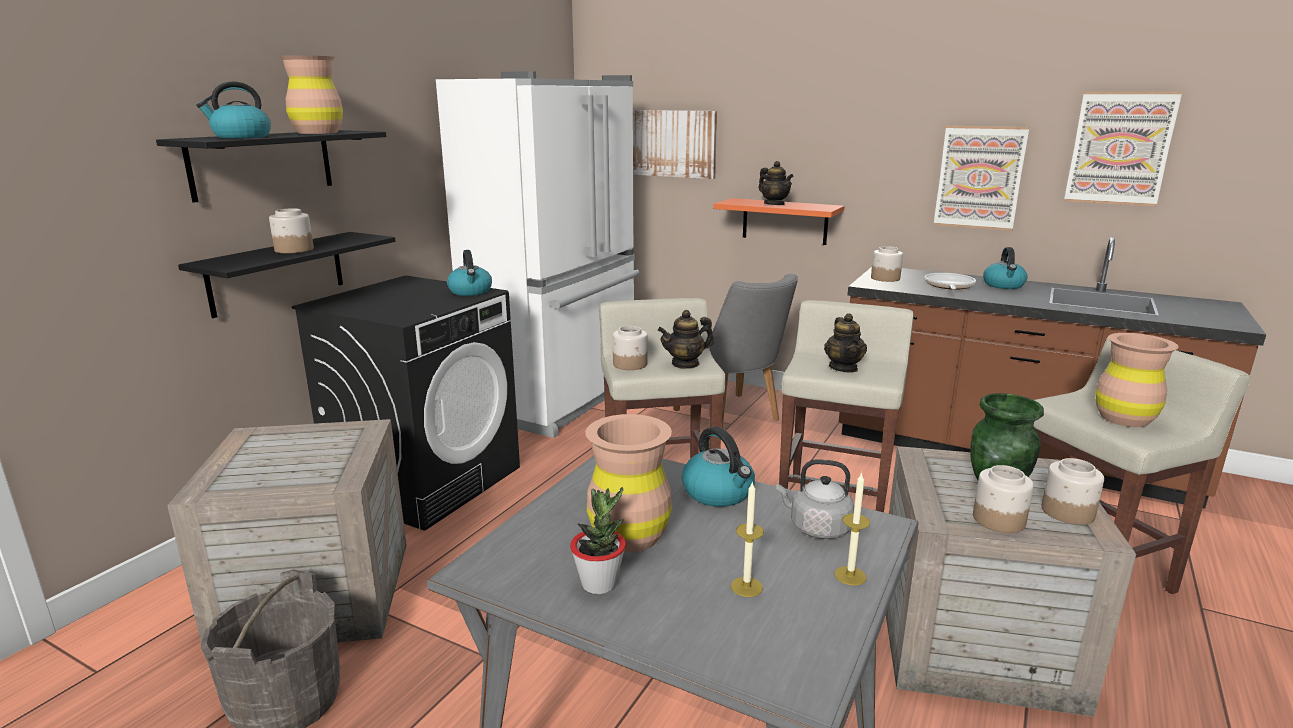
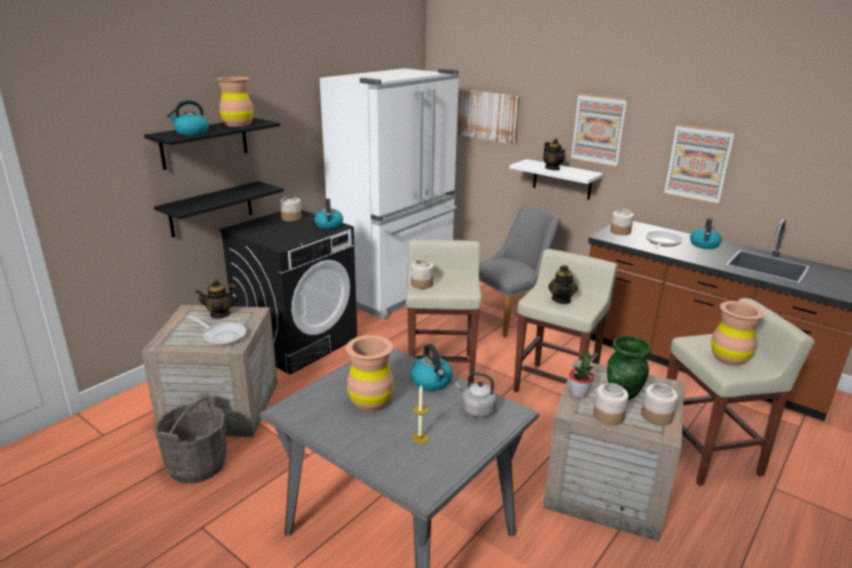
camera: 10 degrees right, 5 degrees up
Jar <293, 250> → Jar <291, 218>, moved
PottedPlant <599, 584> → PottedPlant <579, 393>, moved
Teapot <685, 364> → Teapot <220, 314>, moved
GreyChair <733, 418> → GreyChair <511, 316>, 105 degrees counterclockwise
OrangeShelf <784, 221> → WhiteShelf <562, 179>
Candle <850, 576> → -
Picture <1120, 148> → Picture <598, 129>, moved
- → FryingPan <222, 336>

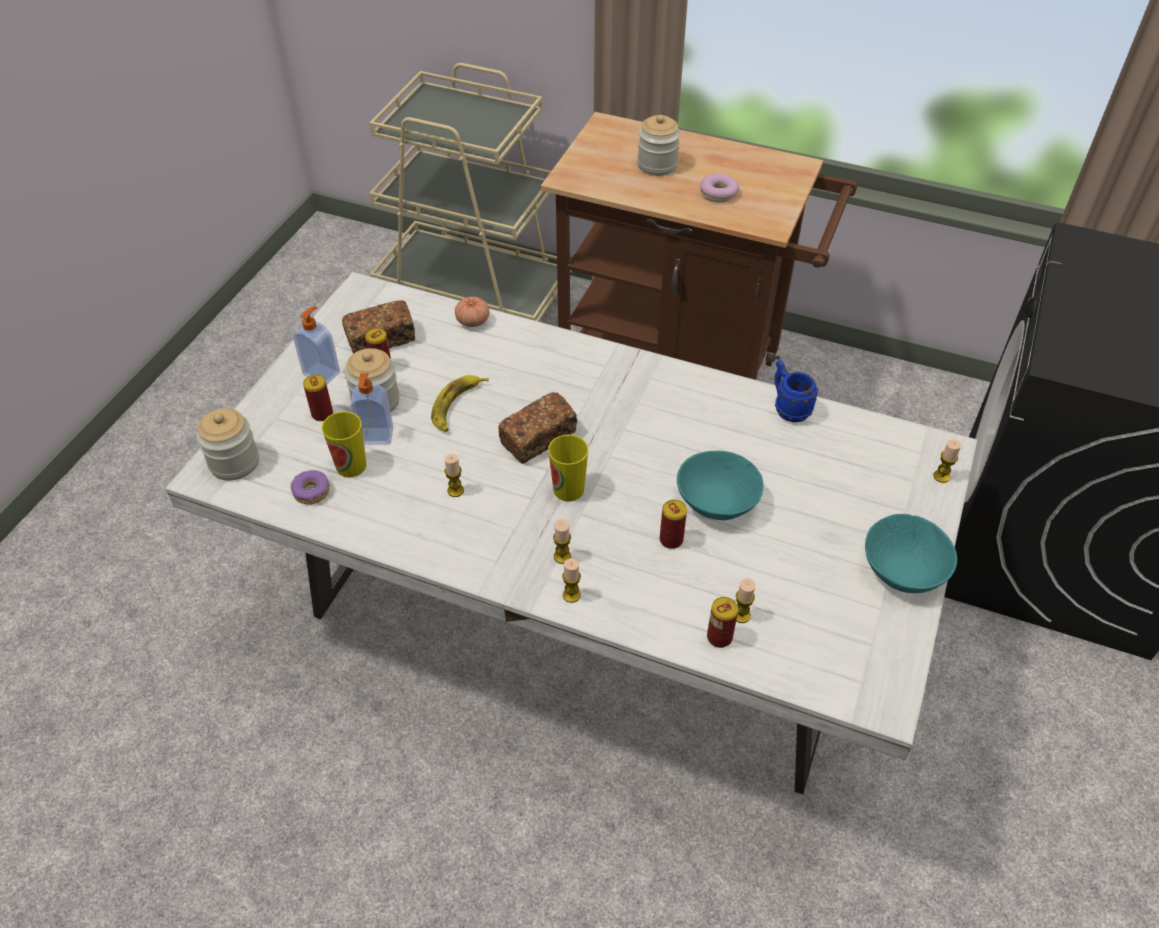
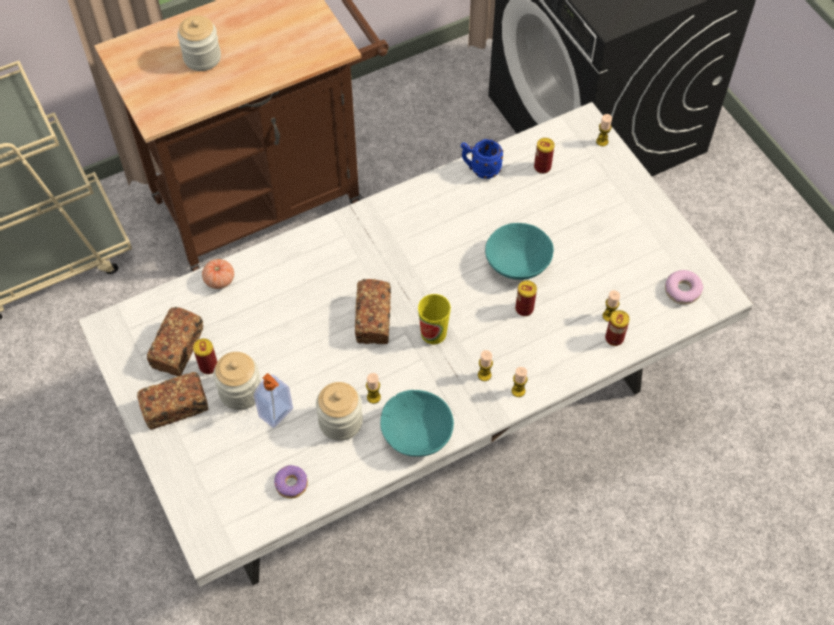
camera: 50 degrees left, 10 degrees up
Jar <234, 462> → Jar <340, 421>, moved
SoapDispenser <322, 373> → Bread <175, 407>
Can <322, 414> → Can <542, 167>, moved
Cup <351, 466> → -
Banana <457, 406> → -
Donut <718, 193> → Donut <682, 290>, moved
TurquoiseBowl <904, 569> → TurquoiseBowl <416, 433>, moved

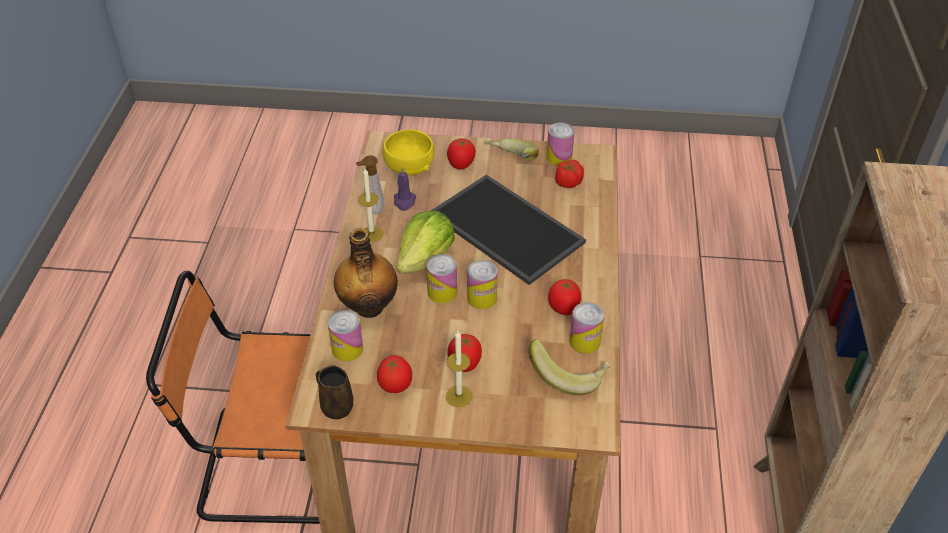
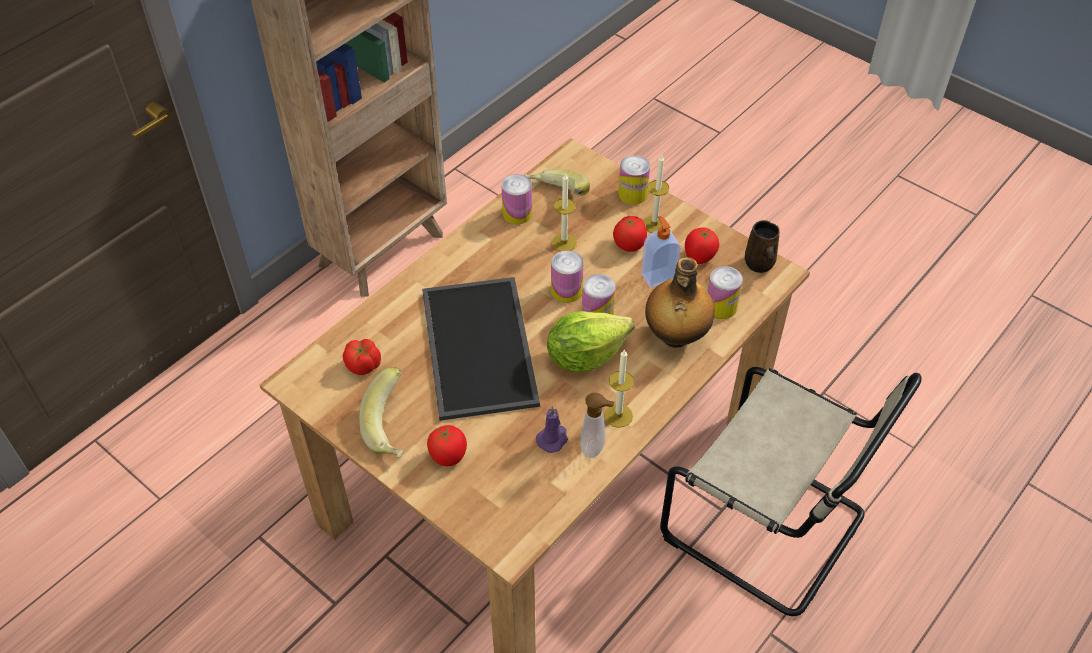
camera: 145 degrees left, 5 degrees up
OrangeChair <273, 463> → BeigeChair <770, 528>
YellowBowl <408, 166> → -
Can <559, 157> → Can <632, 194>, moved
Tomato <564, 308> → -
- → Candle <564, 243>
- → SoapDispenser <658, 276>

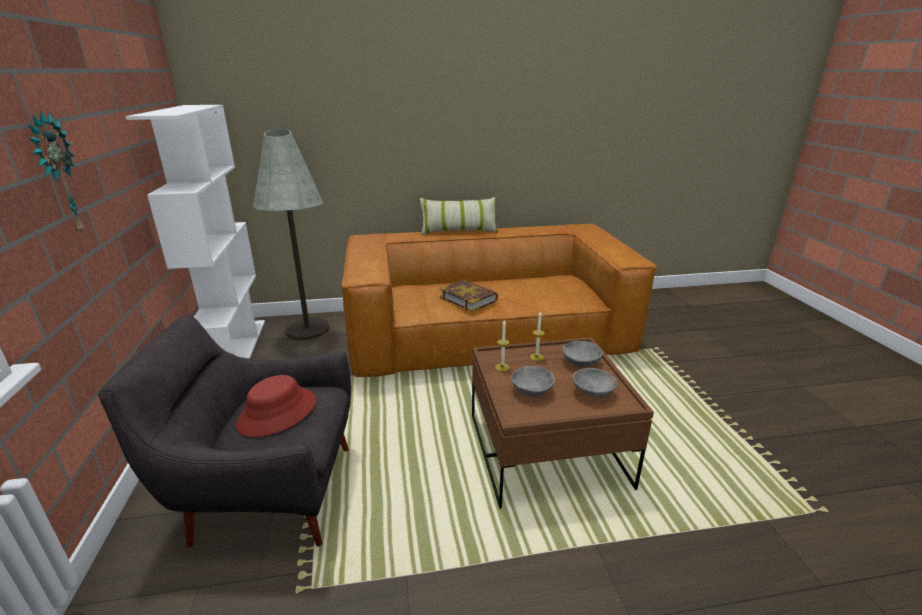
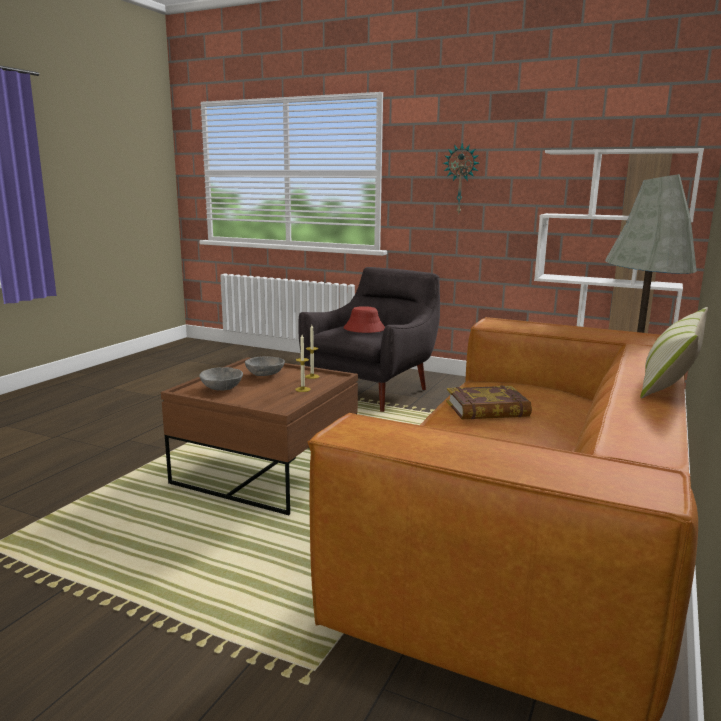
camera: 125 degrees right, 10 degrees down
GreyBowl <581, 362> → -

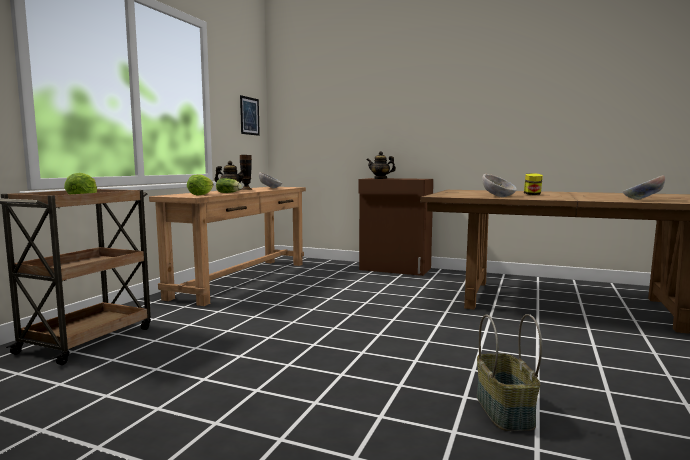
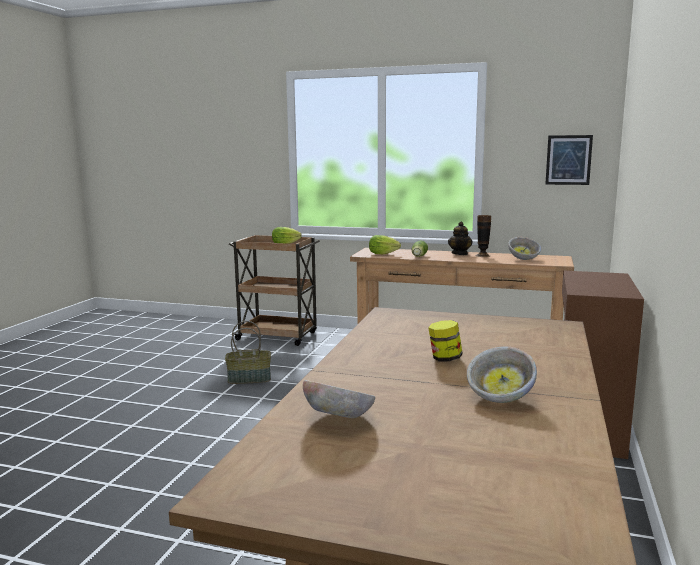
camera: 85 degrees right, 5 degrees up
Teapot <380, 178> → -
Basket <503, 410> → Basket <249, 379>, moved
Bowl <498, 197> → Bowl <500, 398>, moved

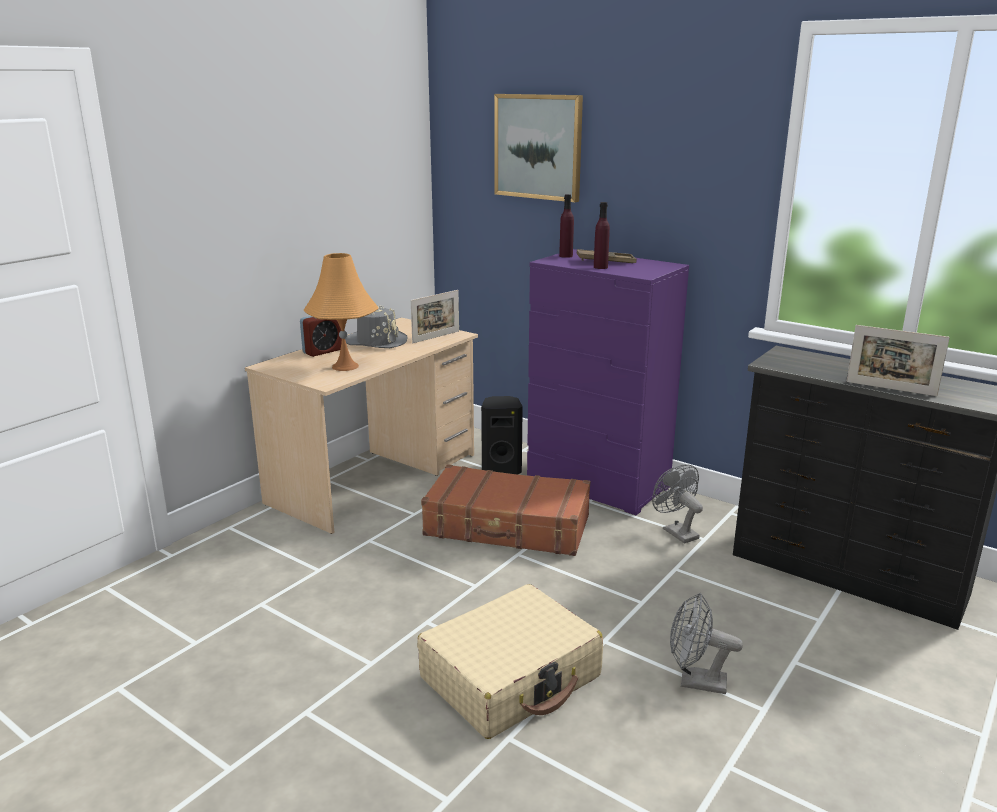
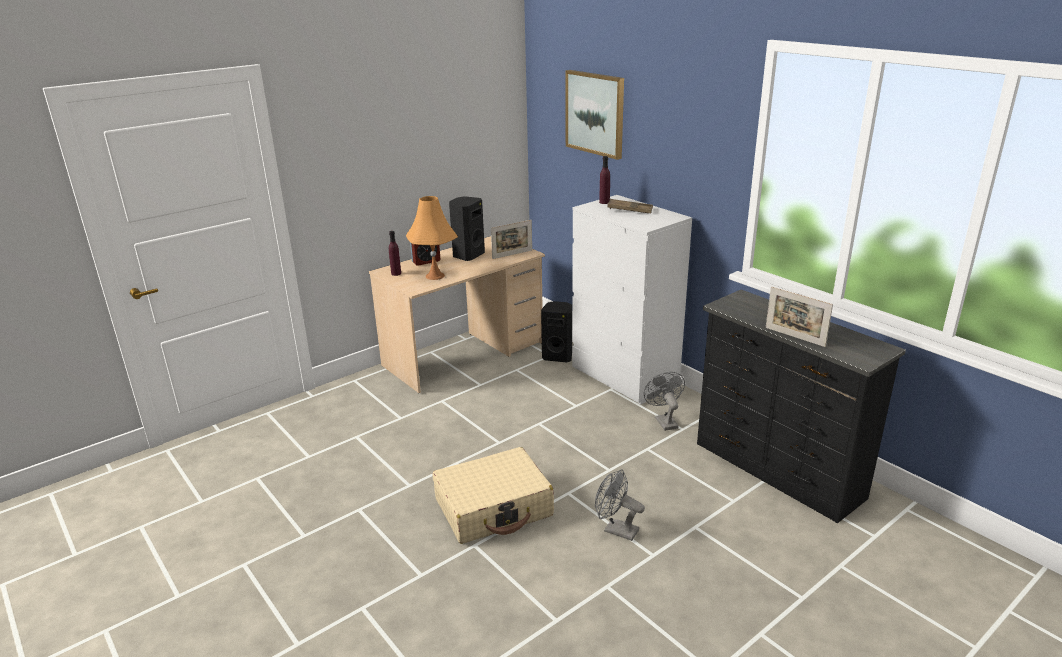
camera: 15 degrees right, 5 degrees up
GreyHat <376, 341> → BlackSpeaker <467, 255>
BrownSuitcase <507, 526> → -
PurpleDresser <598, 485> → WhiteDresser <625, 377>
PurpleBottle <600, 267> → PurpleBottle <396, 273>, moved

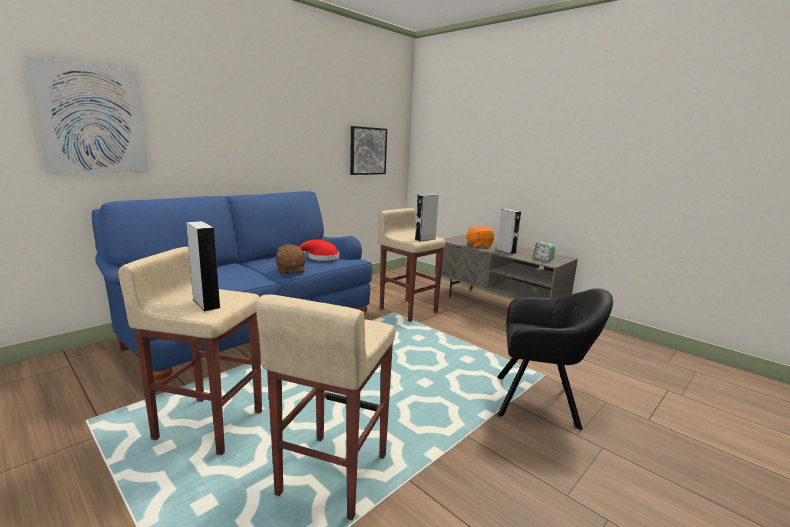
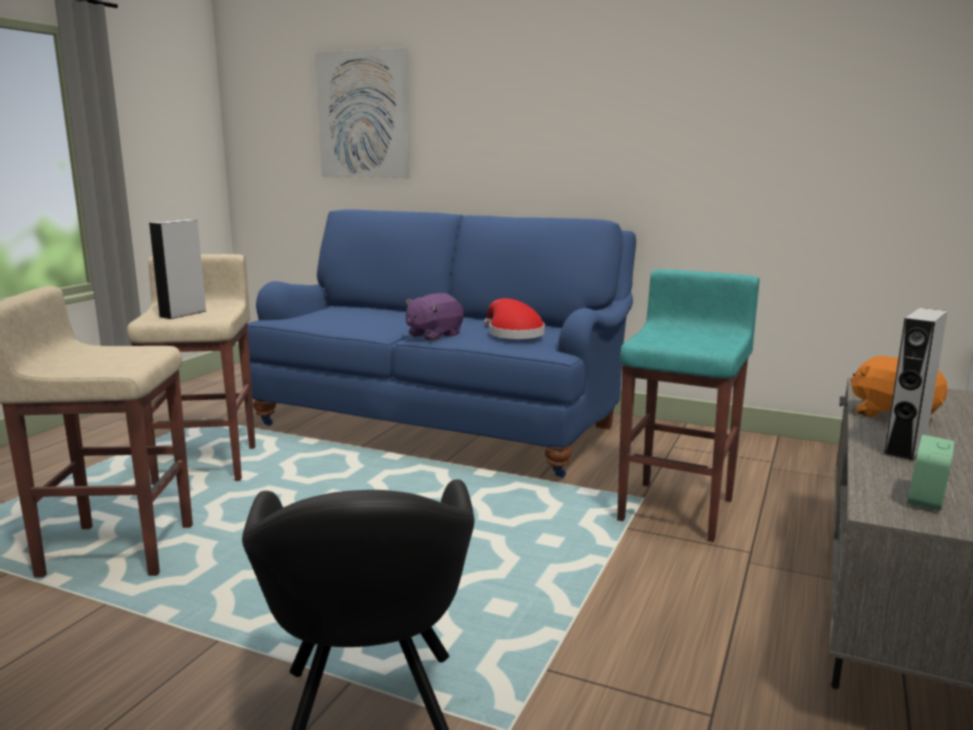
camera: 70 degrees right, 0 degrees up
BrownPlushToy <290, 271> → PurplePlushToy <433, 335>
Picture <368, 151> → -
BeigeStool <408, 310> → TurquoiseStool <678, 509>
GreySpeaker <425, 239> → -

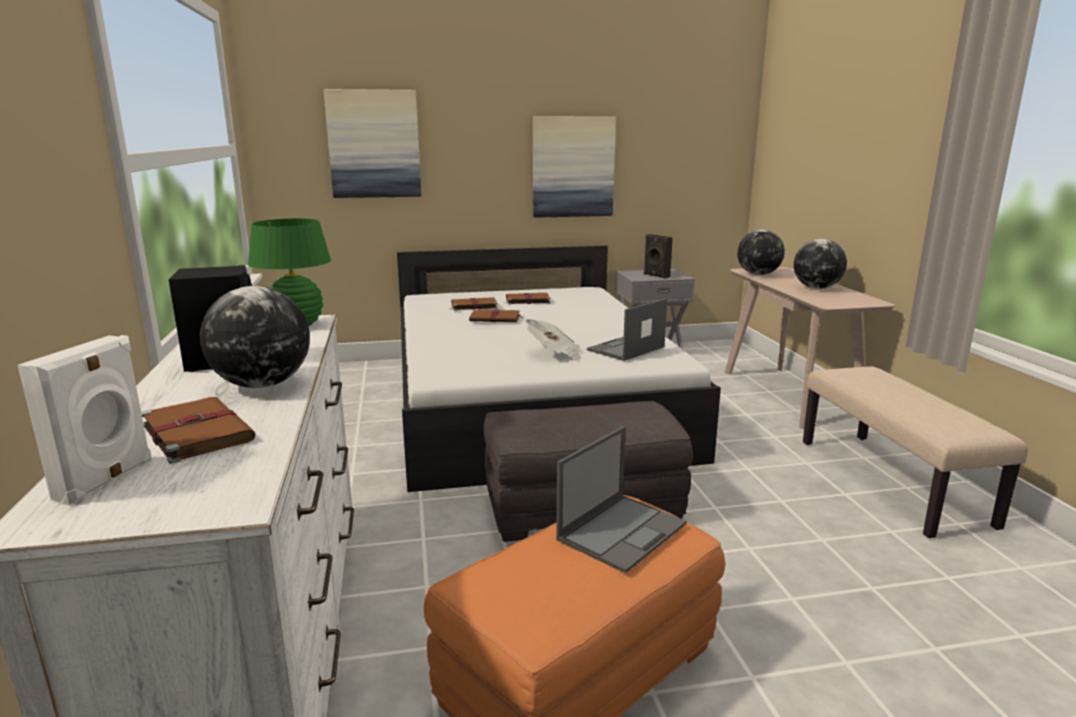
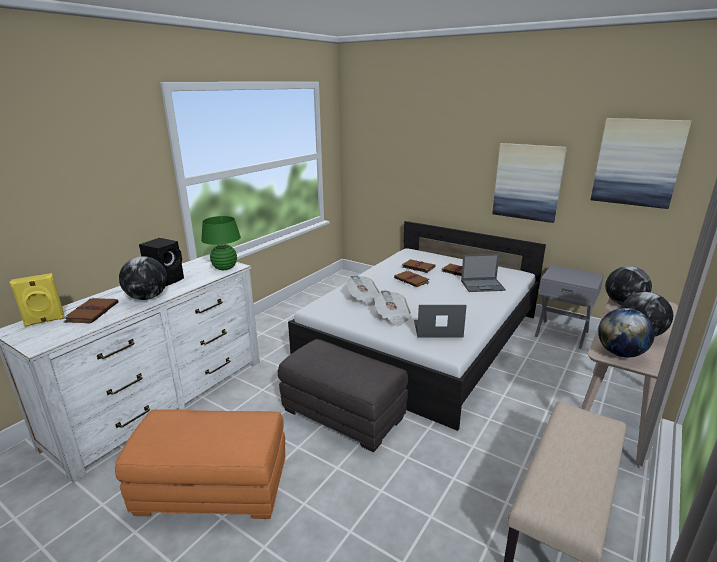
camera: 45 degrees right, 5 degrees up
WhiteSpeaker <107, 480> → YellowSpeaker <45, 321>
Picture <374, 144> → Picture <637, 162>, moved
Laptop <622, 531> → Laptop <483, 285>, moved
BlackSpeaker <656, 276> → -
- → Newspaper <364, 299>
- → Globe <620, 353>

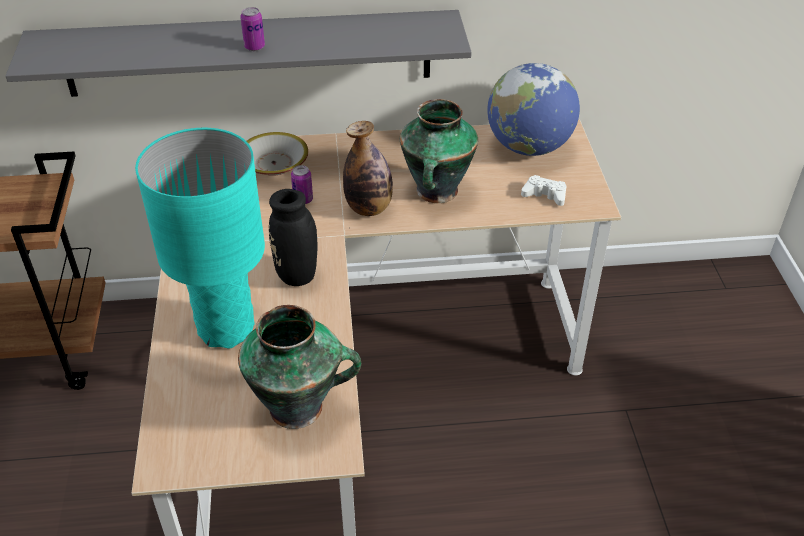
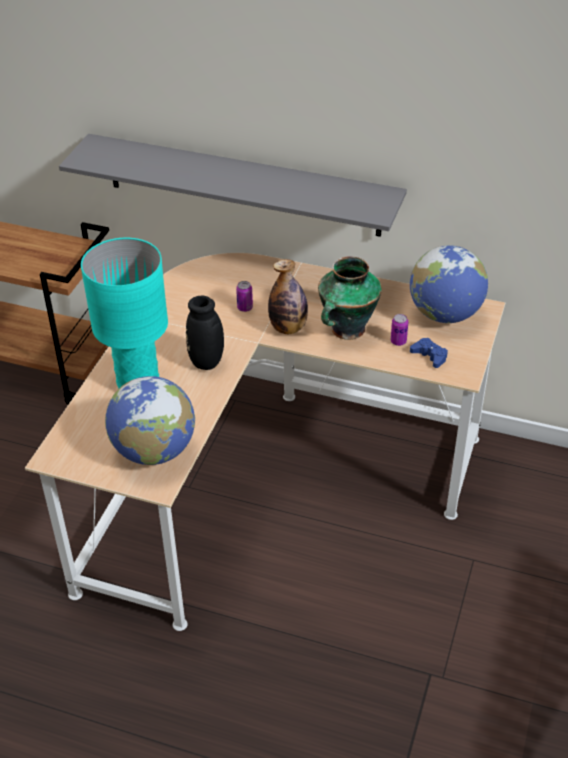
camera: 25 degrees right, 0 degrees up
Vase <299, 408> → Globe <154, 451>
Can <254, 47> → Can <398, 341>, moved
Bowl <274, 163> → -
WhiteGameController <545, 195> → BlueGameController <429, 356>

